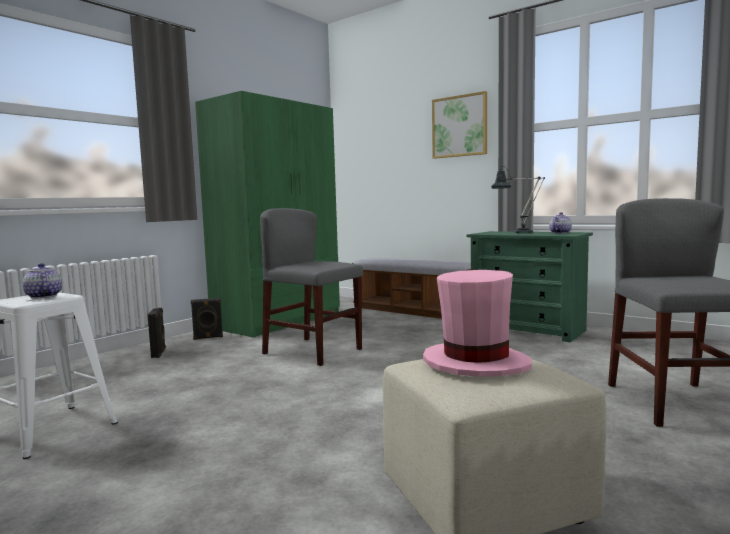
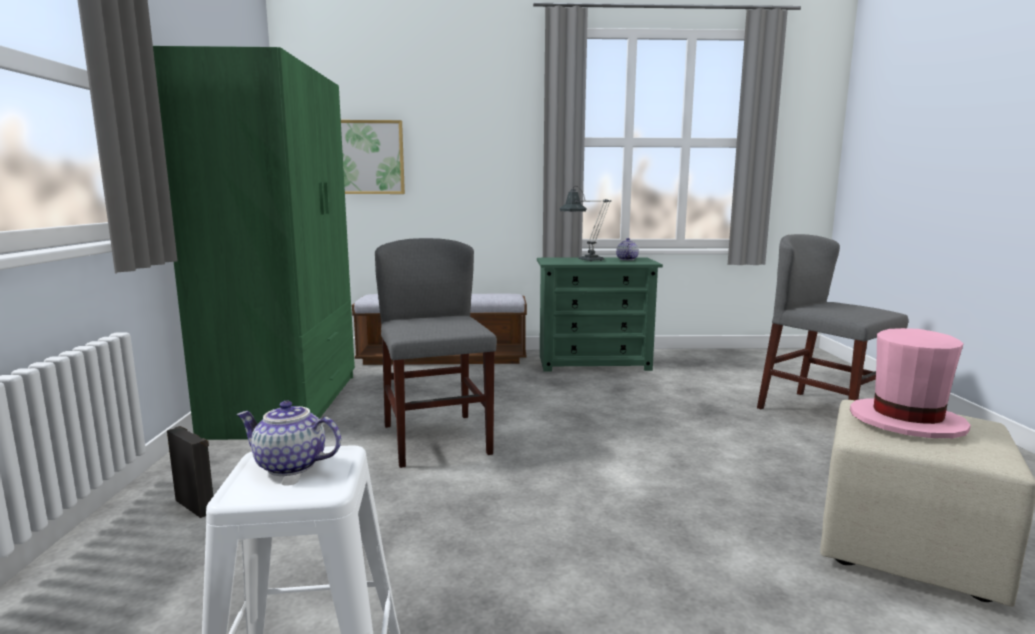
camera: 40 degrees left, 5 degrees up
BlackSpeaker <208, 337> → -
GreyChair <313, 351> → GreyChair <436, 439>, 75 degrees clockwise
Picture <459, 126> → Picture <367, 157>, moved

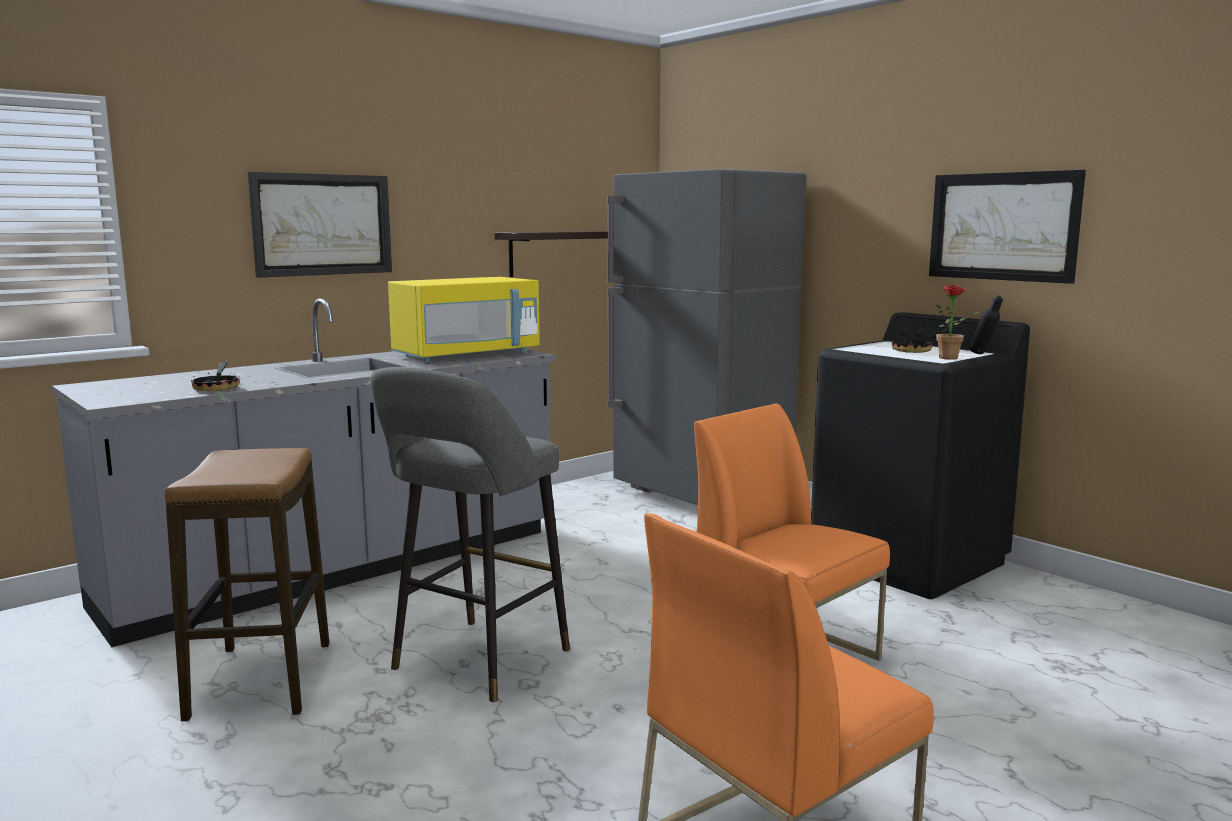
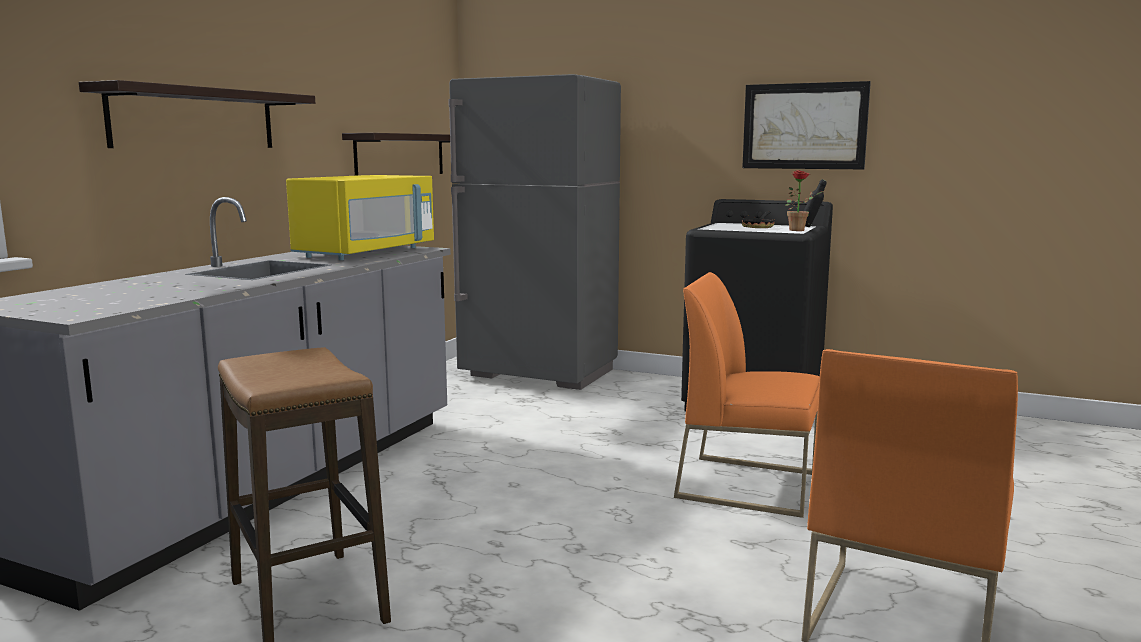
camera: 25 degrees left, 0 degrees up
FryingPan <218, 387> → -
Picture <322, 224> → Shelf <195, 119>
GreyStool <475, 663> → -

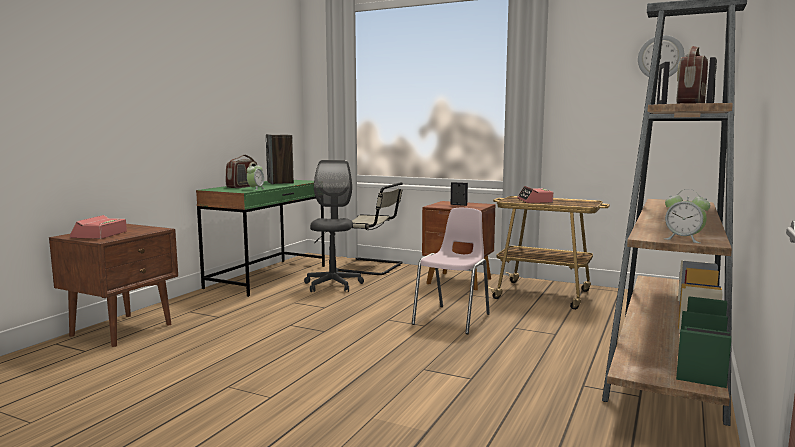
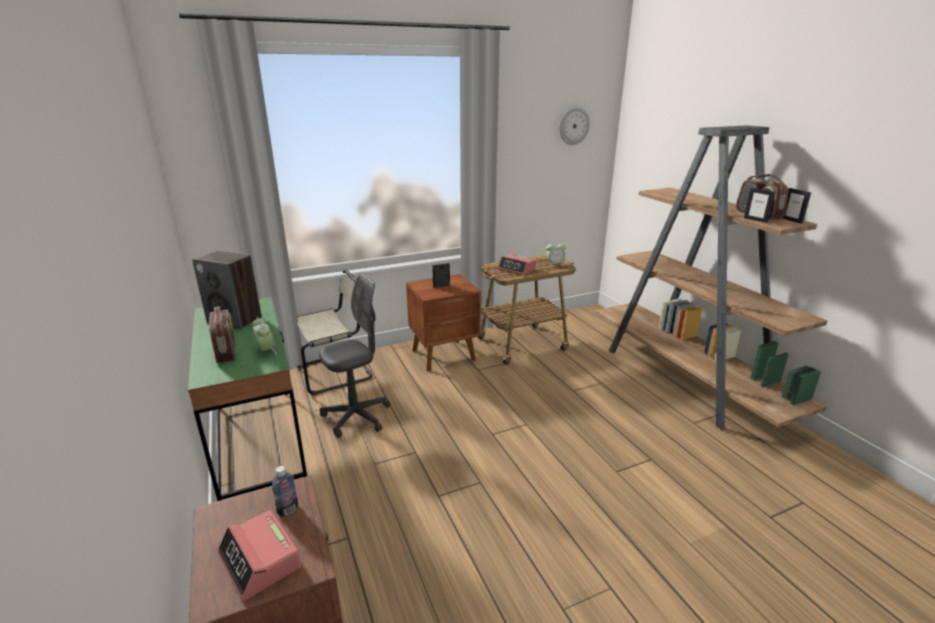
camera: 50 degrees left, 15 degrees up
GreyOfficeChair <333, 285> → GreyOfficeChair <356, 417>, 105 degrees clockwise
PinkChair <453, 319> → -
AlarmClock <683, 239> → AlarmClock <554, 264>, moved
- → Bottle <288, 510>

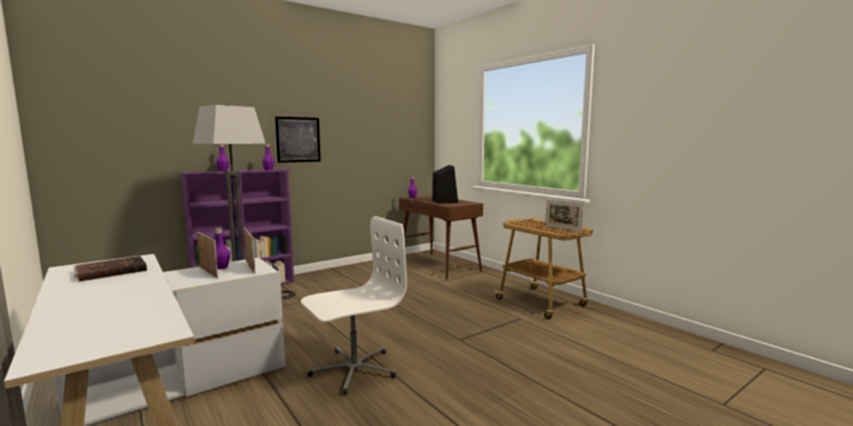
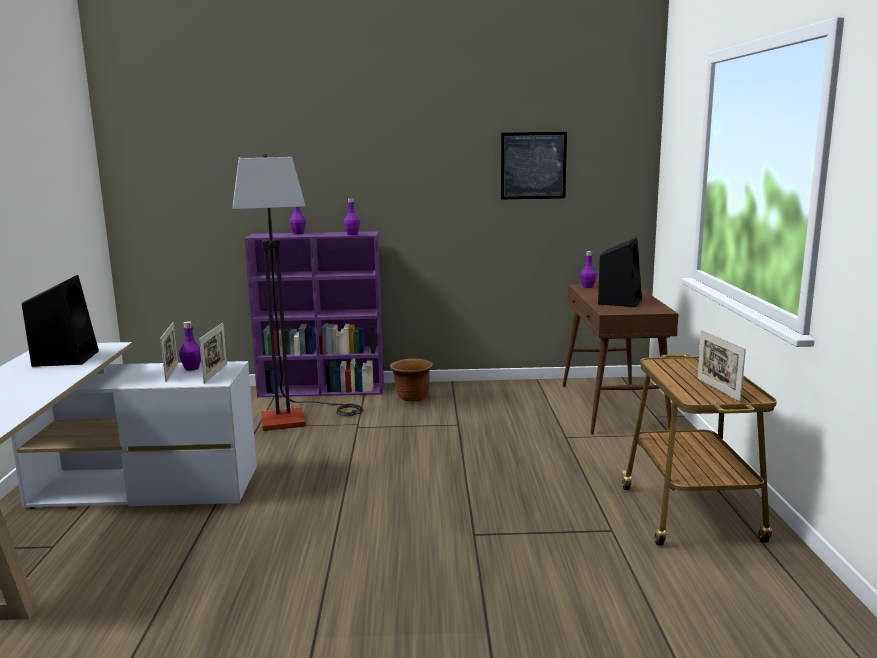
camera: 35 degrees right, 5 degrees up
BrownBook <111, 271> → BlackSpeaker <66, 358>
Picture <298, 139> → Picture <533, 165>, moved
WhiteOfficeChair <353, 369> → -
- → BrownPlanter <412, 398>

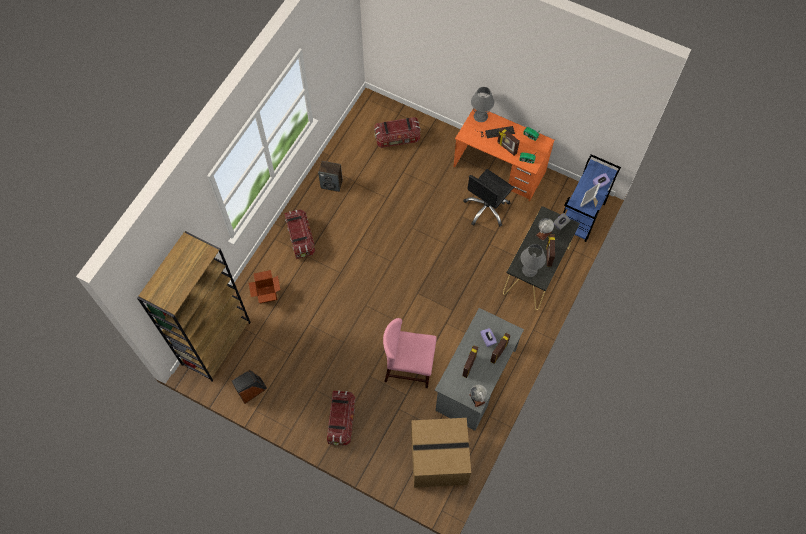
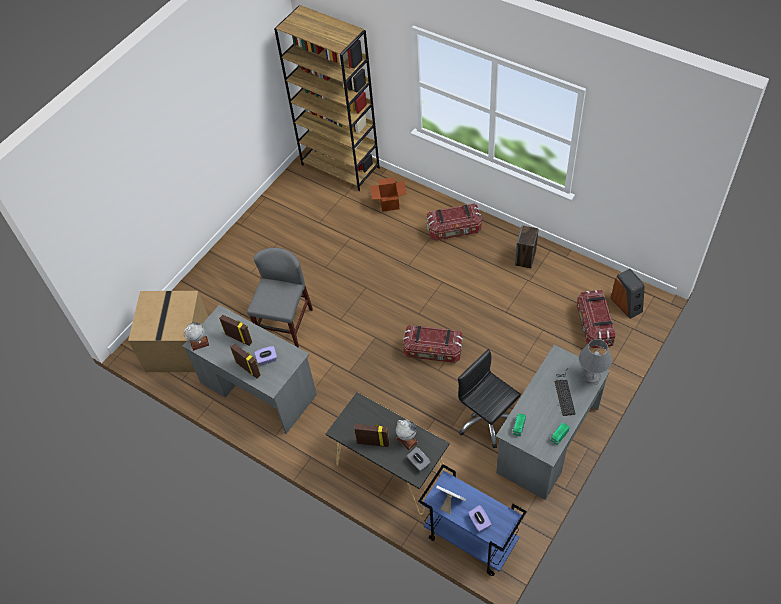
camera: 100 degrees right, 10 degrees down
Speaker <251, 390> → Speaker <626, 304>, moved
StorageBox <341, 421> → StorageBox <433, 351>, moved
PinkChair <409, 367> → GreyChair <286, 325>
OrangeDesk <499, 169> → GreyDesk <547, 440>
PictureFrame <506, 148> → -
GreyTableLamp <529, 269> → -

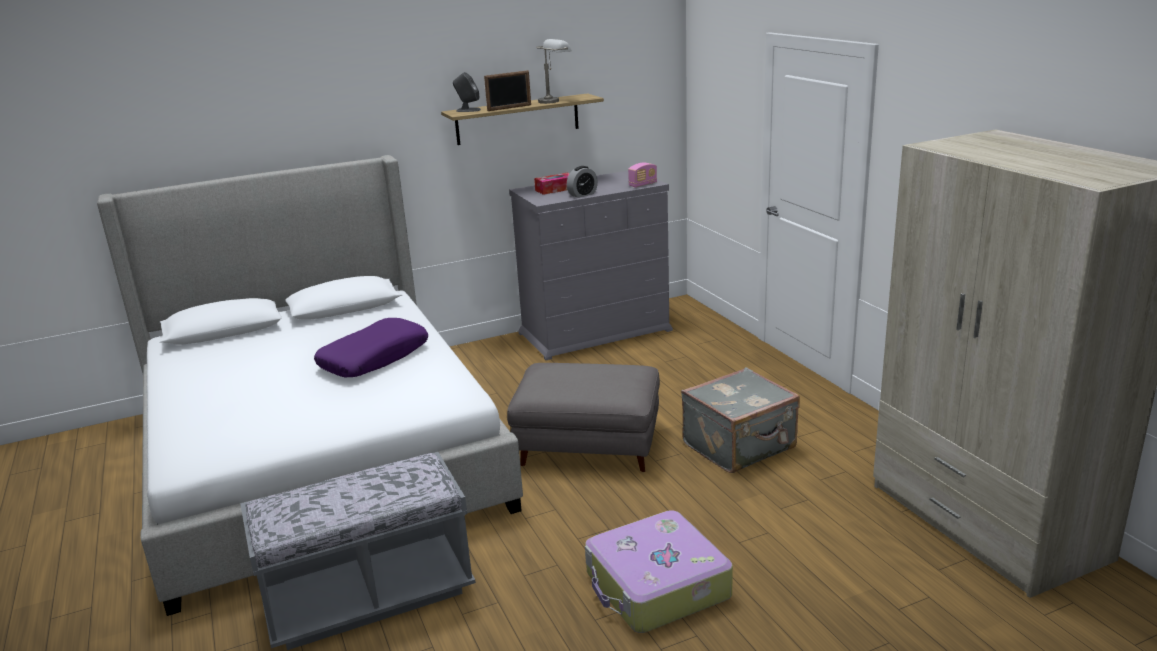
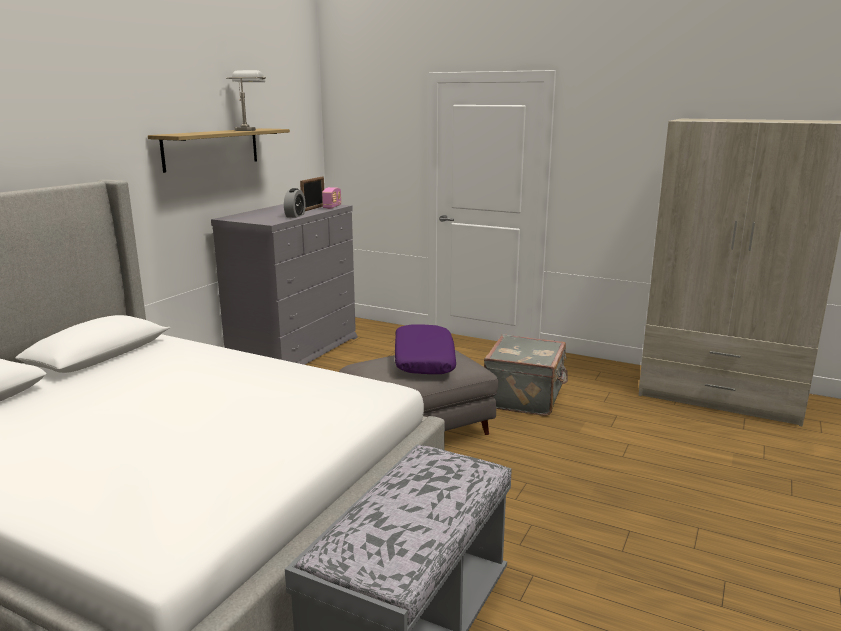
camera: 40 degrees left, 5 degrees down
PurplePillow <374, 358> → PurplePillow <423, 360>, moved
GreySpeaker <468, 110> → -
PictureFrame <509, 108> → PictureFrame <313, 208>, moved
TissueBox <555, 189> → -
Suitcase <656, 587> → -

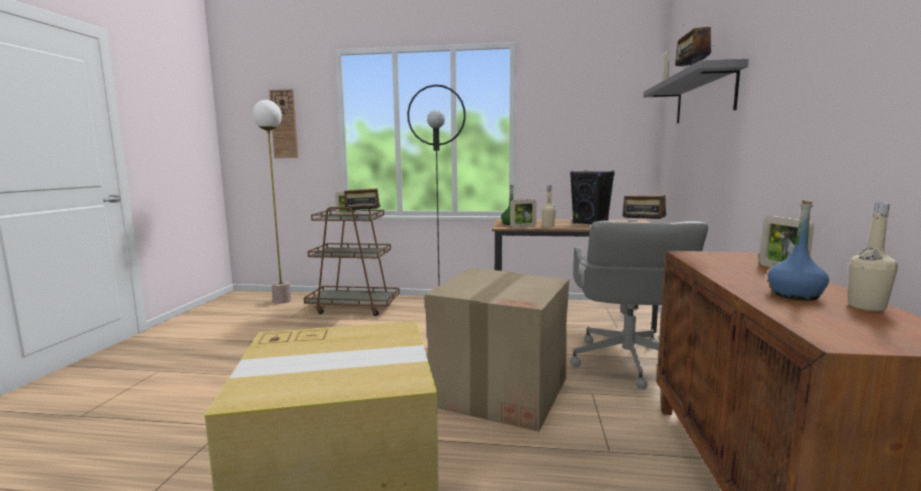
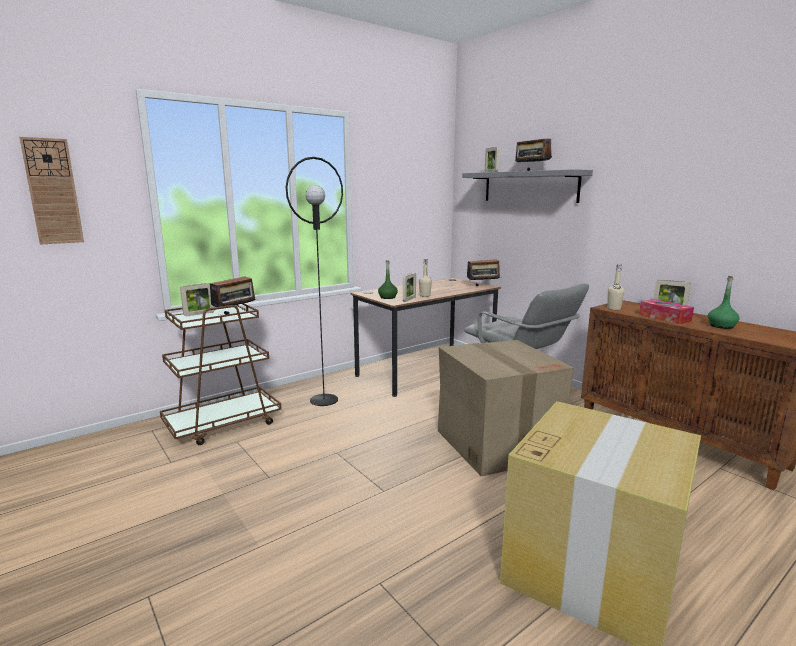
camera: 45 degrees left, 5 degrees up
FloorLamp <282, 301> → -
BlackSpeaker <590, 223> → -
BlueBottle <795, 295> → GreenBottle <721, 326>
BeigeBottle <866, 307> → BeigeBottle <614, 308>, moved
- → TissueBox <664, 318>

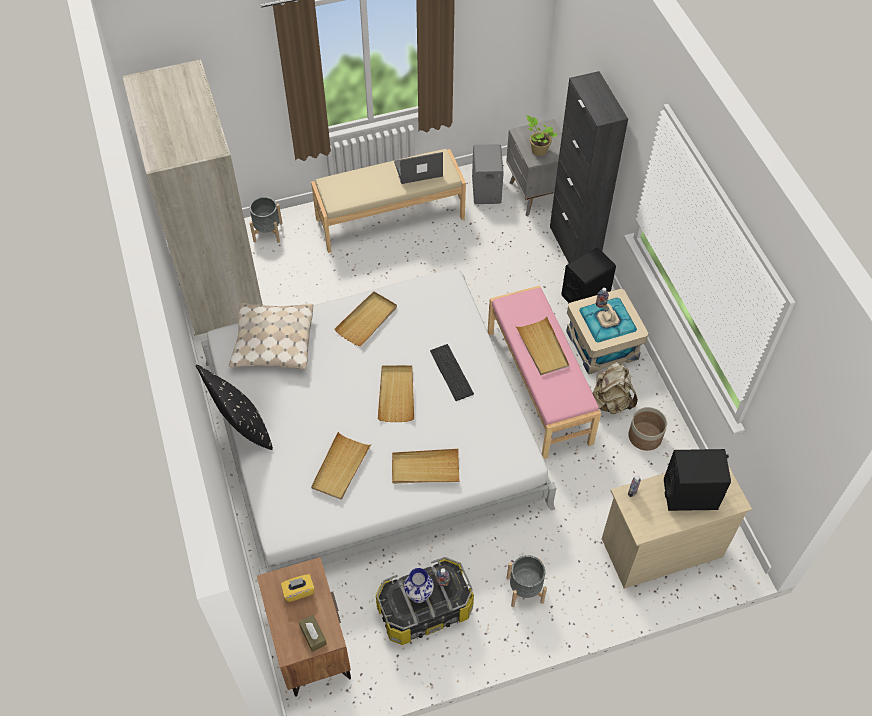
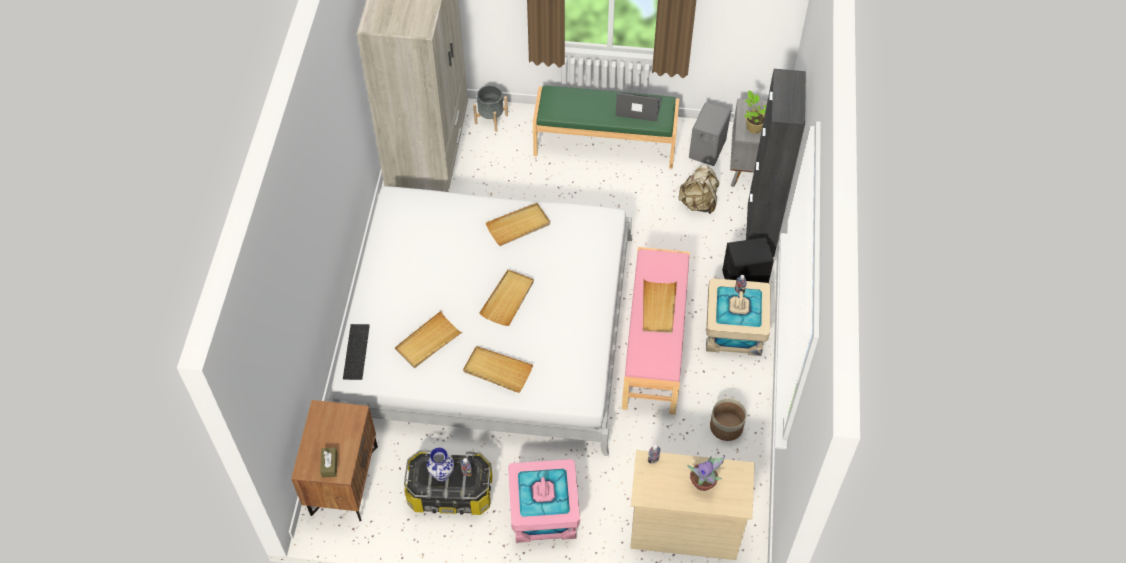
camera: 25 degrees right, 0 degrees up
BlackPillow <242, 426> → -
BeigePillow <273, 343> → -
YellowTissueBox <298, 591> → -
BeigeBench <390, 217> → GreenBench <605, 143>
Keyboard <453, 372> → Keyboard <357, 352>, moved
GreyPlanter <525, 590> → PinkStorageBox <543, 512>
BeigeBackpack <610, 401> → BeigeBackpack <698, 203>, moved
BlackSpeaker <690, 494> → PottedPlant <703, 483>

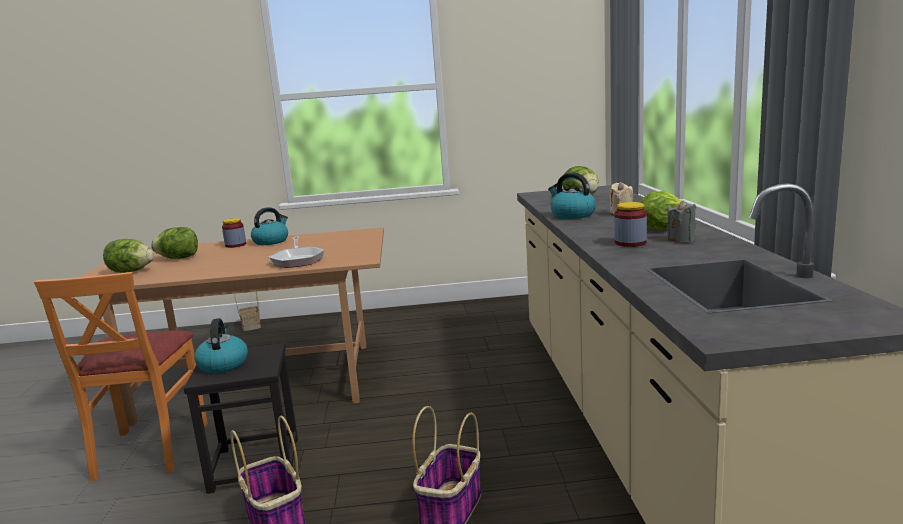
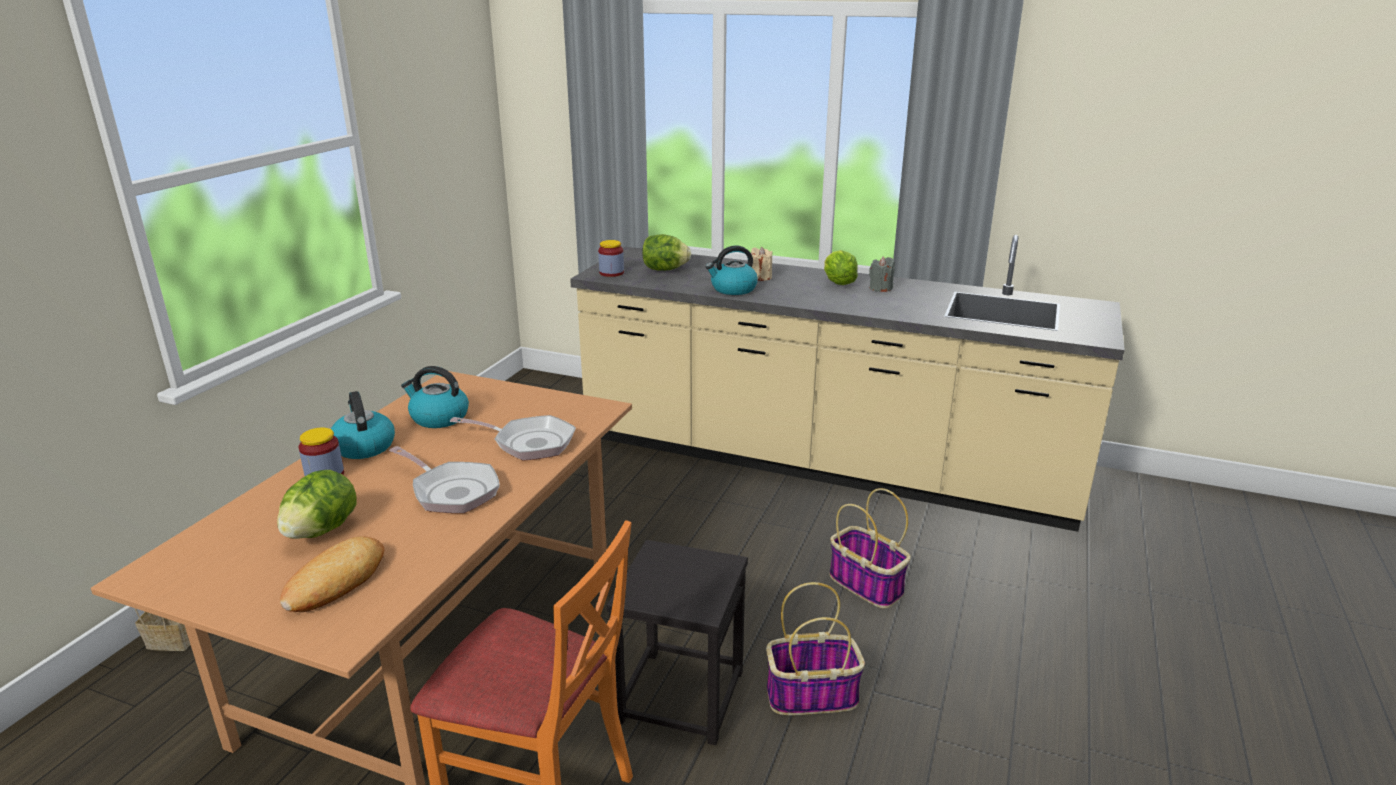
camera: 65 degrees left, 10 degrees up
Lettuce <131, 271> → Bread <336, 581>
Kettle <223, 364> → Kettle <438, 418>, moved
Jar <630, 243> → Jar <611, 273>, moved
- → FryingPan <451, 491>

